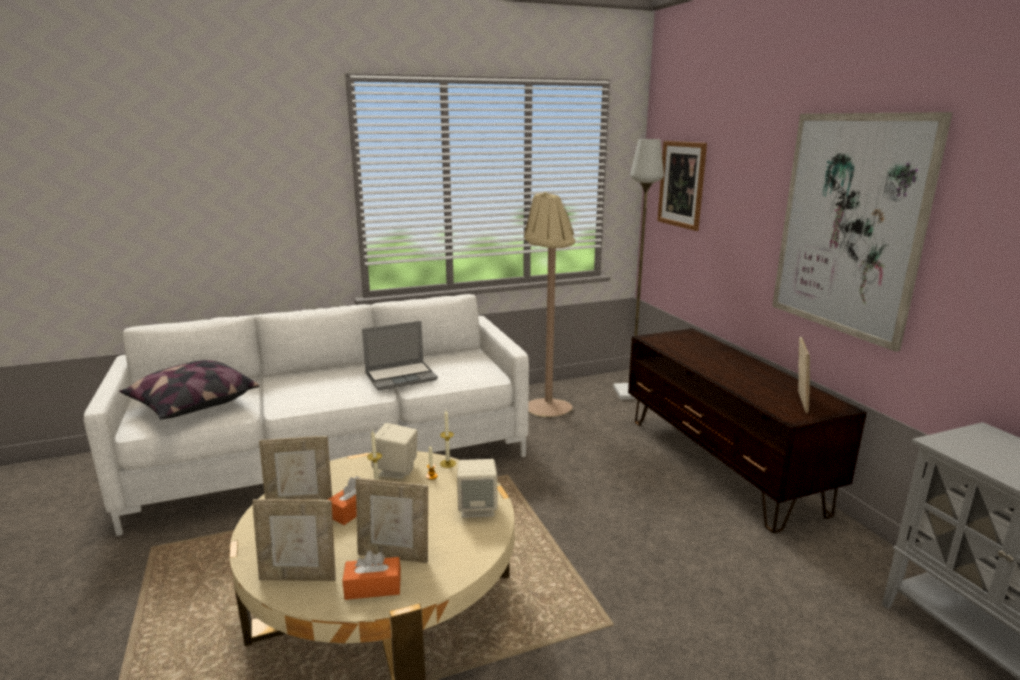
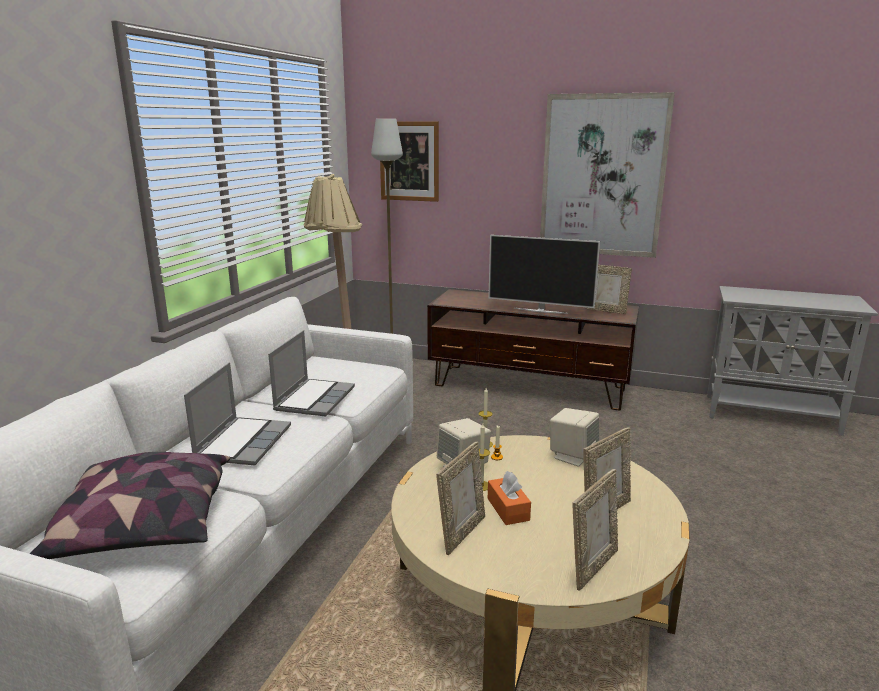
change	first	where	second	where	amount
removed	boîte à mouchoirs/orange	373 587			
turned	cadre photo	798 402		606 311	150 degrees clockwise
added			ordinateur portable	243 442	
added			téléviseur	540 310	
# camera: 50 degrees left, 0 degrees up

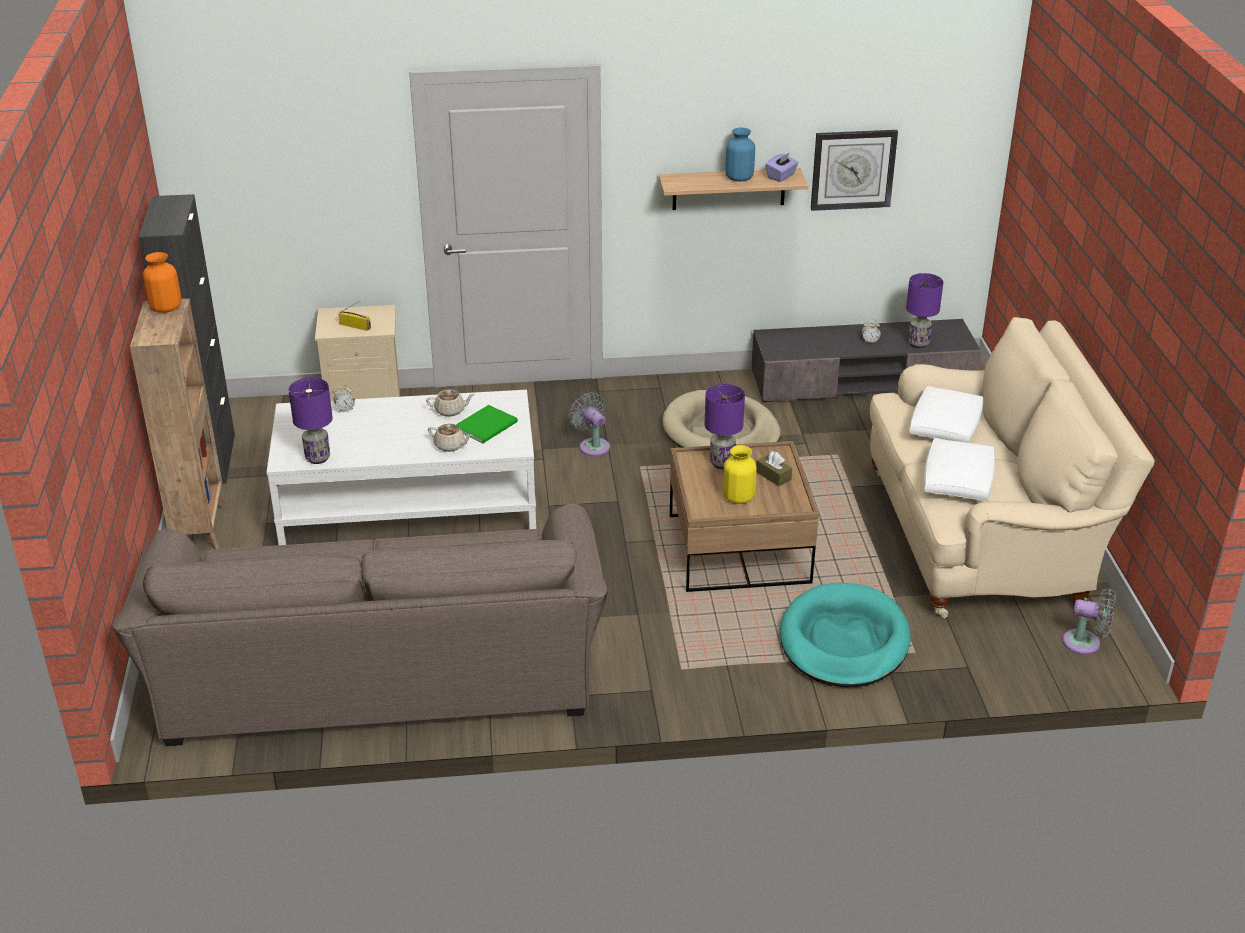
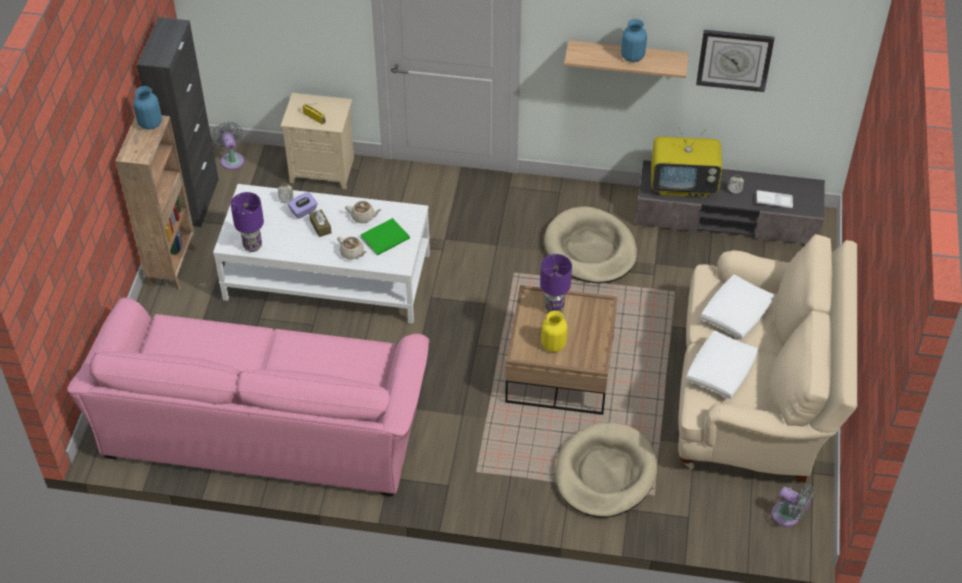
change	first	where	second	where	amount
recoloured	canapé/marron	379 667	canapé/rose	264 422	
recoloured	vase/orange	166 307	vase/bleu	150 123	
moved	ventilateur/gris	592 446		232 159	
moved	boîte à mouchoirs/marron	773 476		320 227	
moved	boîte à mouchoirs/violet	781 176		303 211	
recoloured	panier pour chien/turquoise	843 641	panier pour chien/beige	605 473	
replaced	lampe de table/violet	918 343	plateau/blanc	774 201	
added			téléviseur	683 184	
# camera: 15 degrees right, 15 degrees up

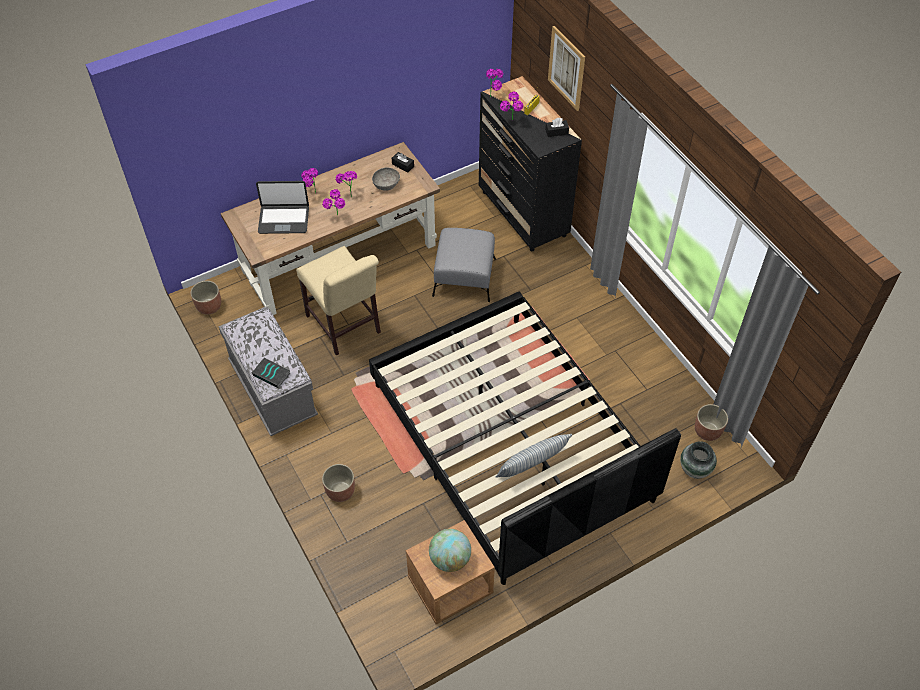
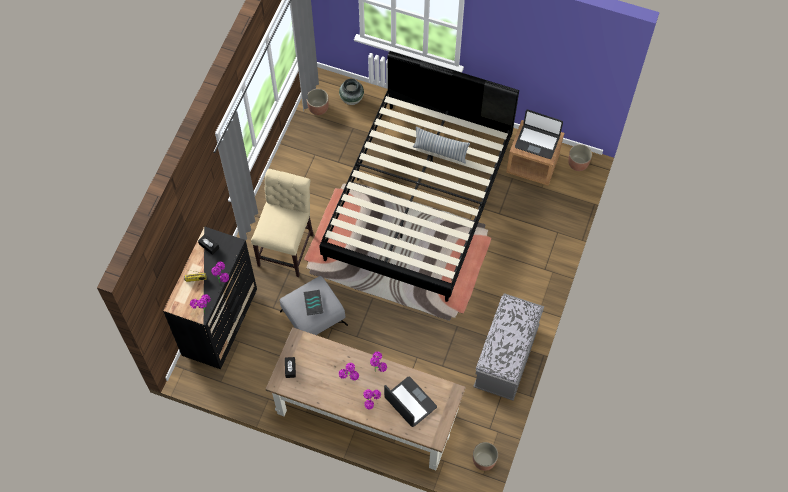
change	first	where	second	where	amount
moved	livre	272 374		312 303	
moved	chaise/beige	345 327		287 246	
moved	cache-pot	340 491		578 163	
removed	bol/gris	386 184			
replaced	globe	450 559	ordinateur portable	537 141	
removed	tableau	566 68			
# camera: 130 degrees left, 10 degrees up

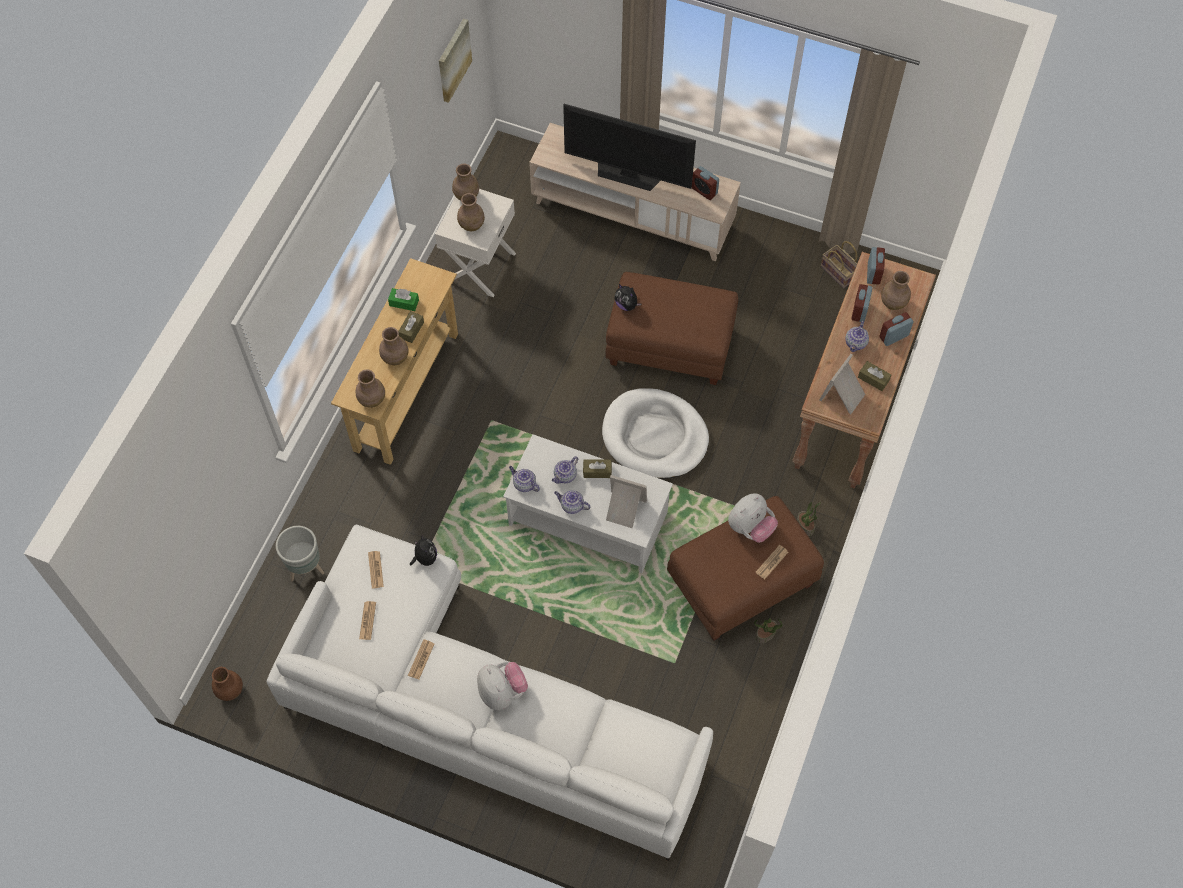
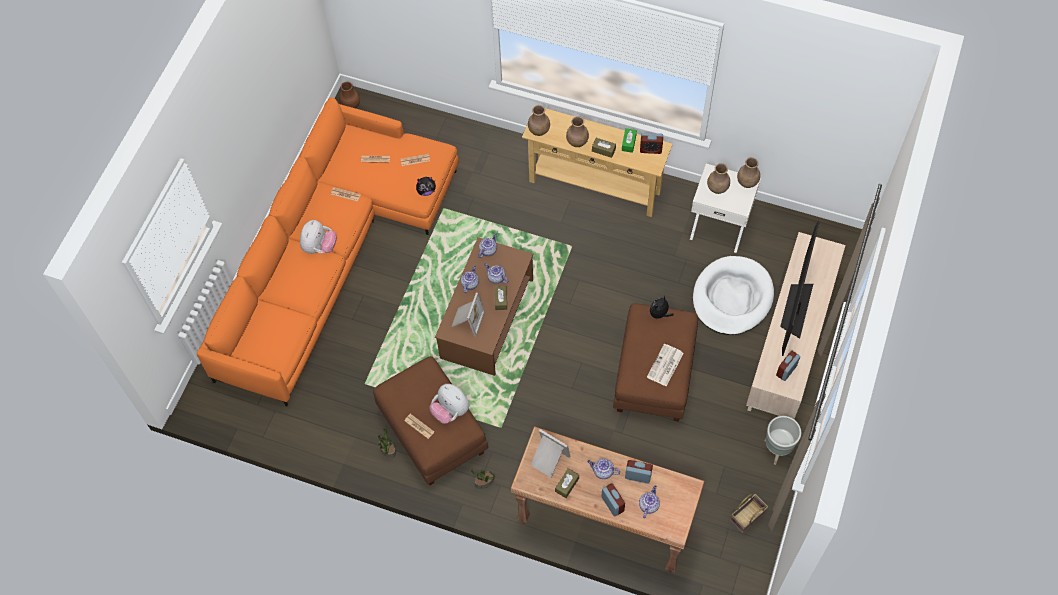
change	first	where	second	where	amount
recoloured	canapé/blanc	478 709	canapé/orange	332 254	
moved	cache-pot/gris	305 568		777 449	
removed	tableau	453 60			
turned	peluche	502 692		319 247	45 degrees counterclockwise
recoloured	table basse/blanc	587 518	table basse/marron	487 318	
moved	panier pour chien/blanc	654 436		732 297	
moved	réveil	873 273		650 149	
replaced	vase/marron	892 303	théière	648 505	
added			journal	665 366	
# camera: 90 degrees right, 0 degrees up

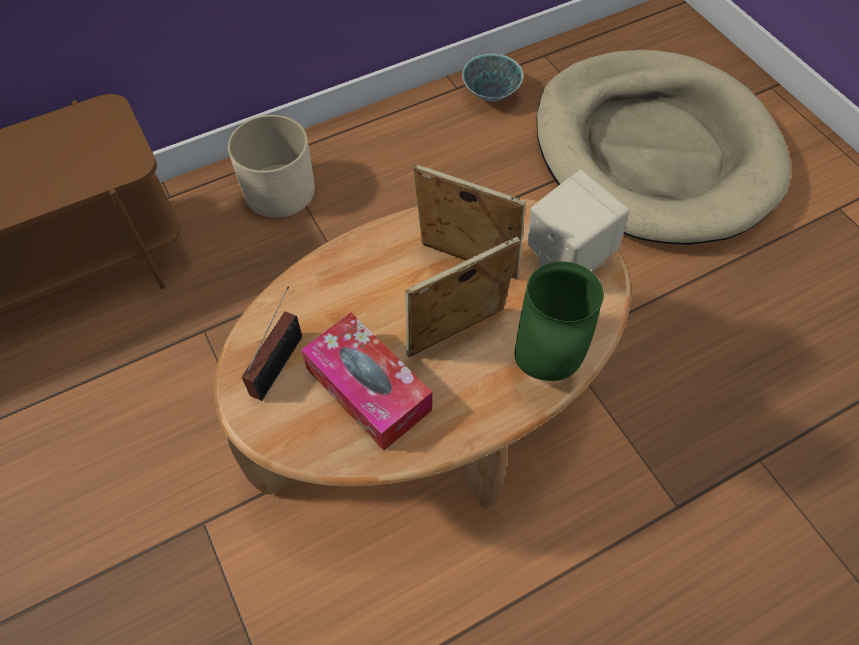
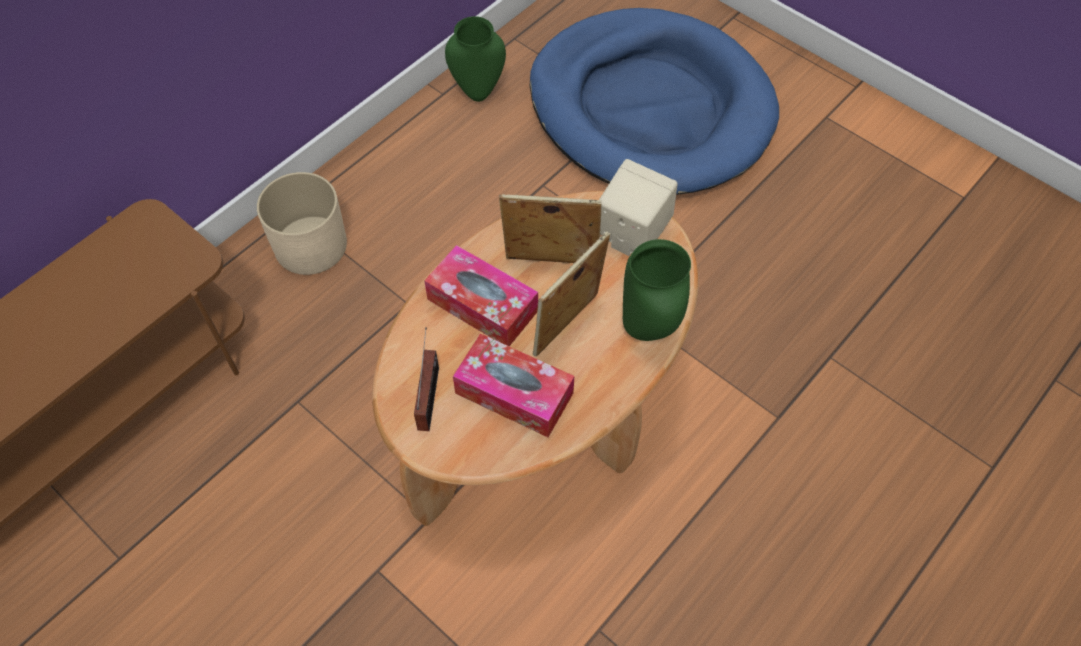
change	first	where	second	where	amount
replaced	bol	491 95	vase/vert	478 92	
recoloured	panier pour chien/beige	653 152	panier pour chien/bleu	650 108	
added			boîte à mouchoirs	482 305	
# camera: 20 degrees left, 0 degrees up

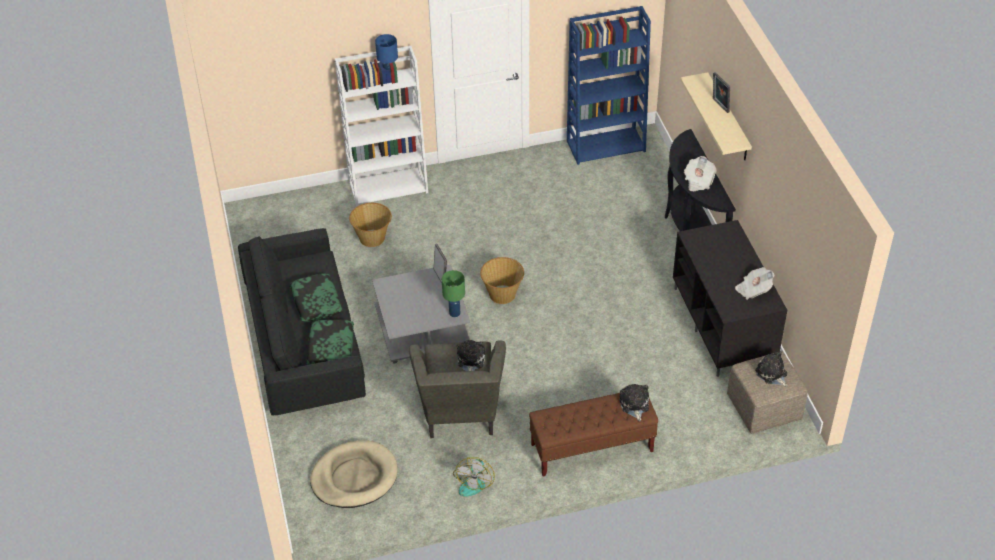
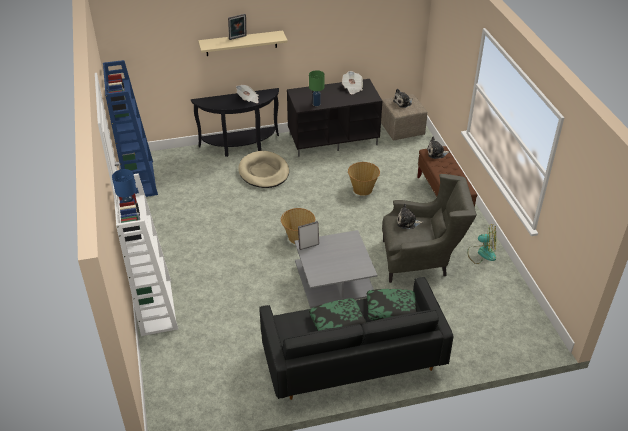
change	first	where	second	where	amount
moved	panier pour chien/beige	354 477		264 172	
moved	panier	372 238		362 189	
moved	lampe de table/vert	454 313		316 104	
# camera: 90 degrees left, 5 degrees down

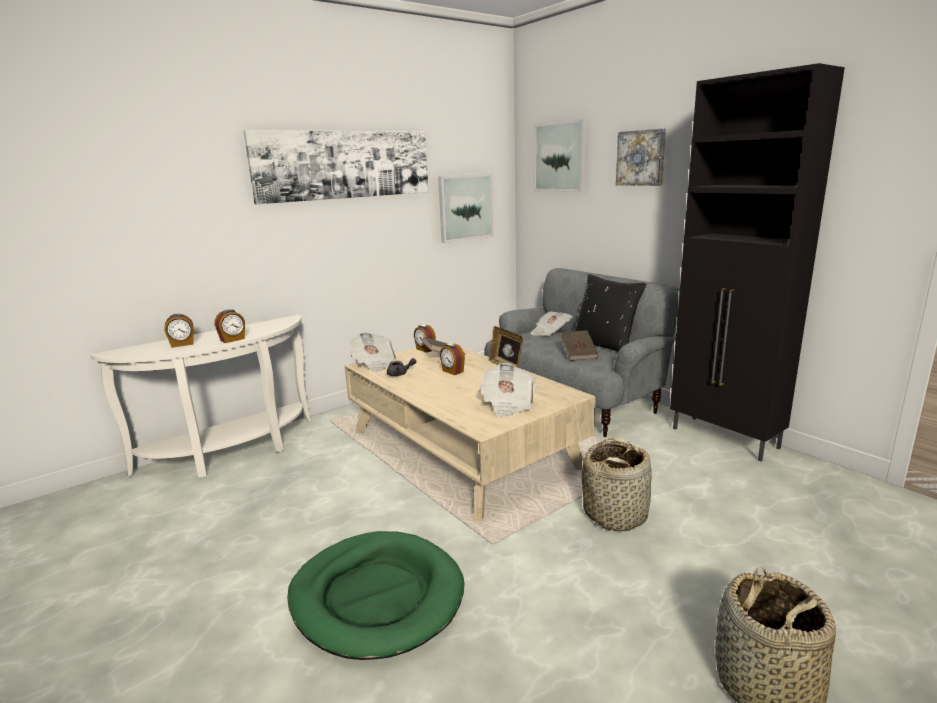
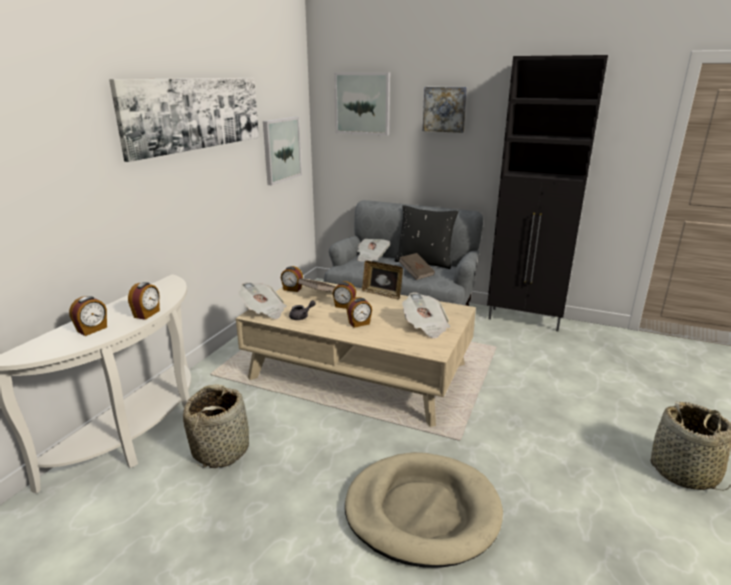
change	first	where	second	where	amount
recoloured	panier pour chien/vert	377 597	panier pour chien/beige	422 511	
moved	panier	615 514		221 450	
added			réveil	359 323	
# camera: 30 degrees left, 5 degrees up

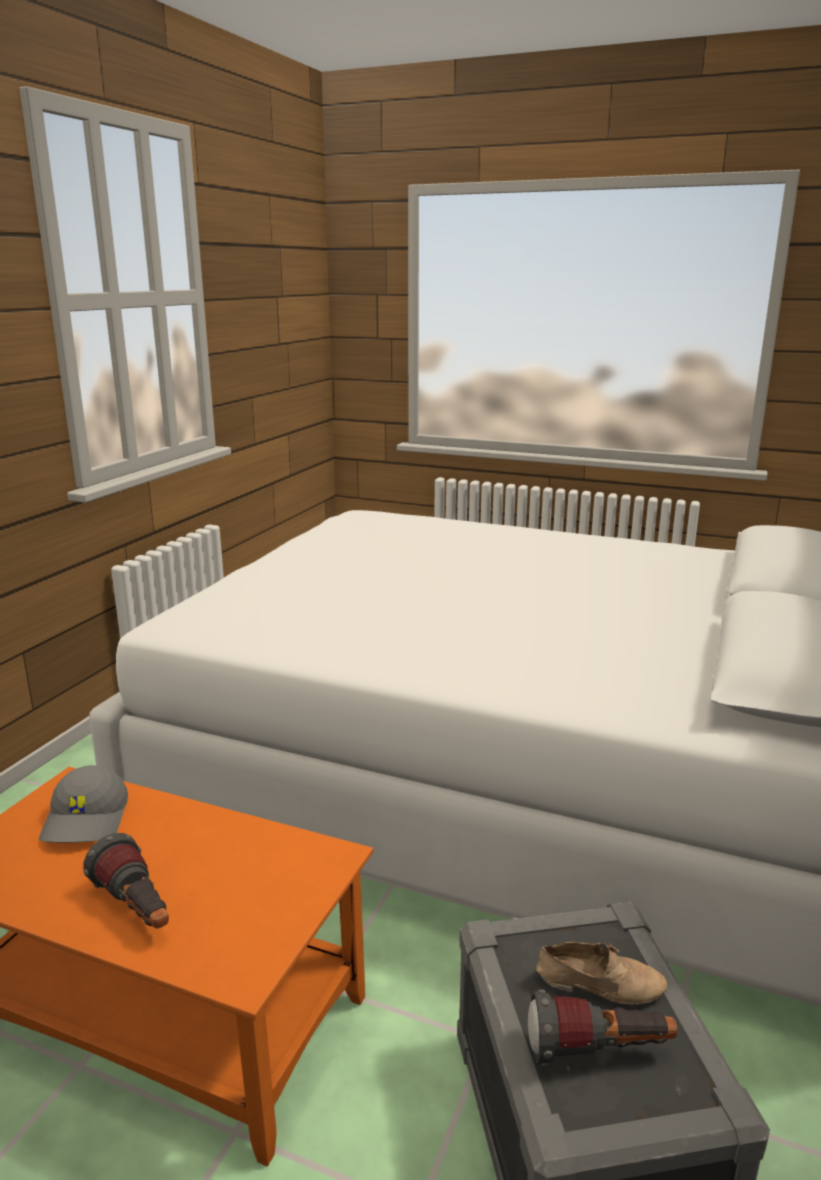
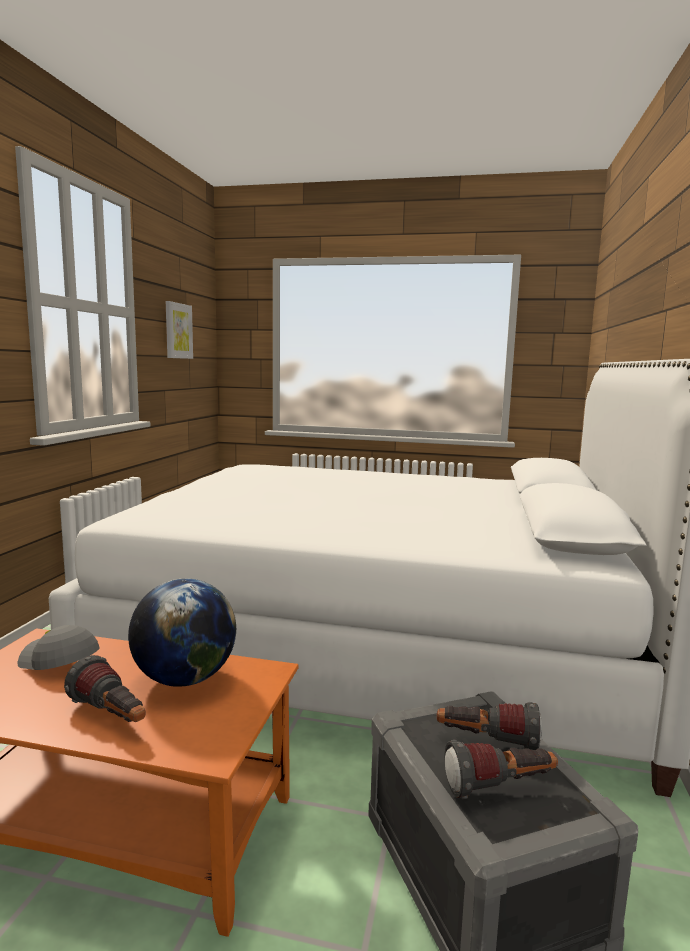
change	first	where	second	where	amount
turned	casquette/gris	87 820		58 661	135 degrees clockwise
replaced	chaussure/beige	600 982	lampe de poche	486 742	
added			globe	185 679	
added			tableau	178 331	
# camera: 10 degrees left, 10 degrees down

